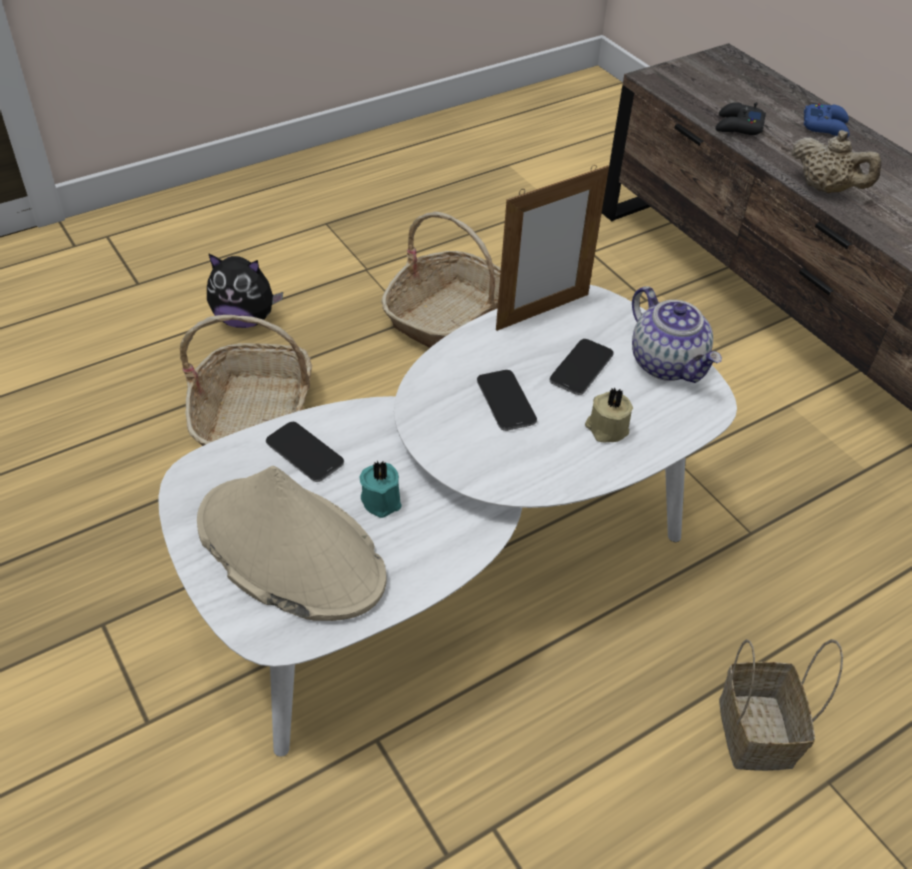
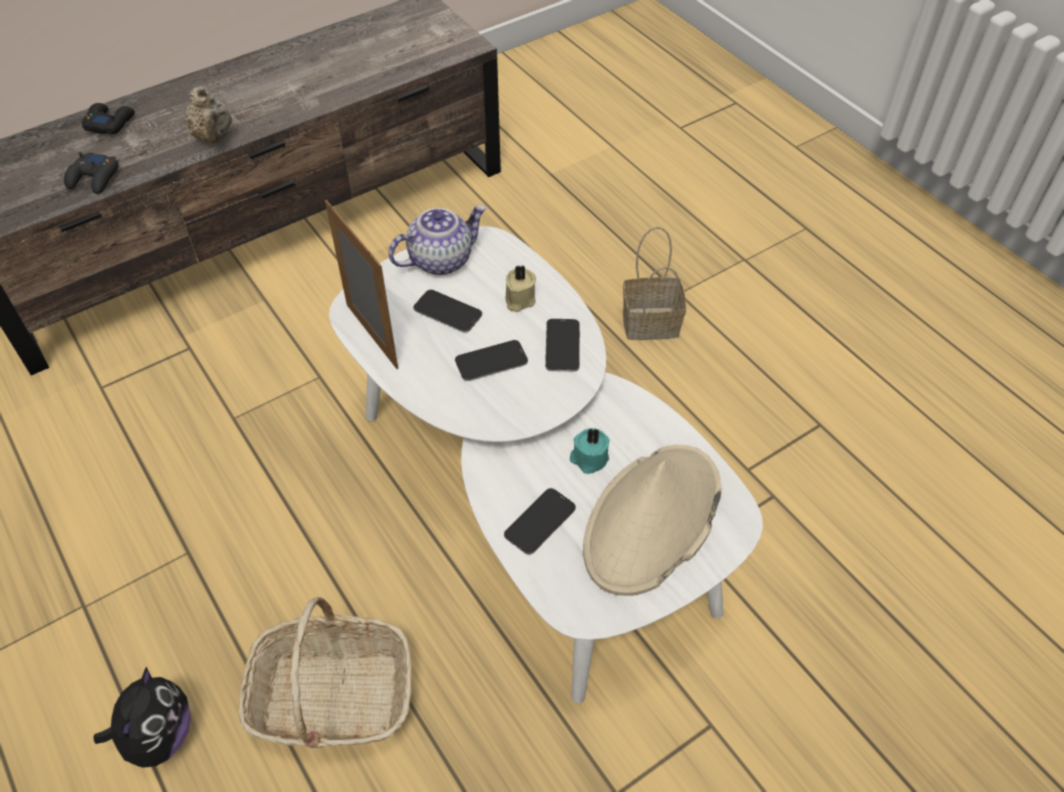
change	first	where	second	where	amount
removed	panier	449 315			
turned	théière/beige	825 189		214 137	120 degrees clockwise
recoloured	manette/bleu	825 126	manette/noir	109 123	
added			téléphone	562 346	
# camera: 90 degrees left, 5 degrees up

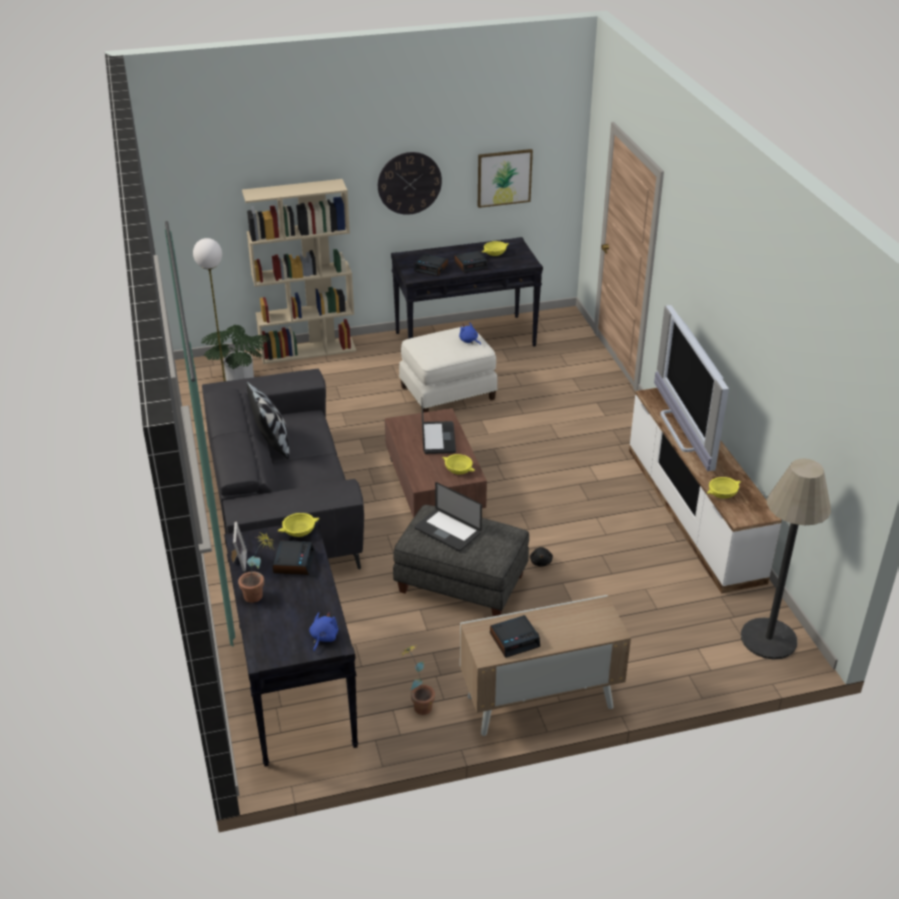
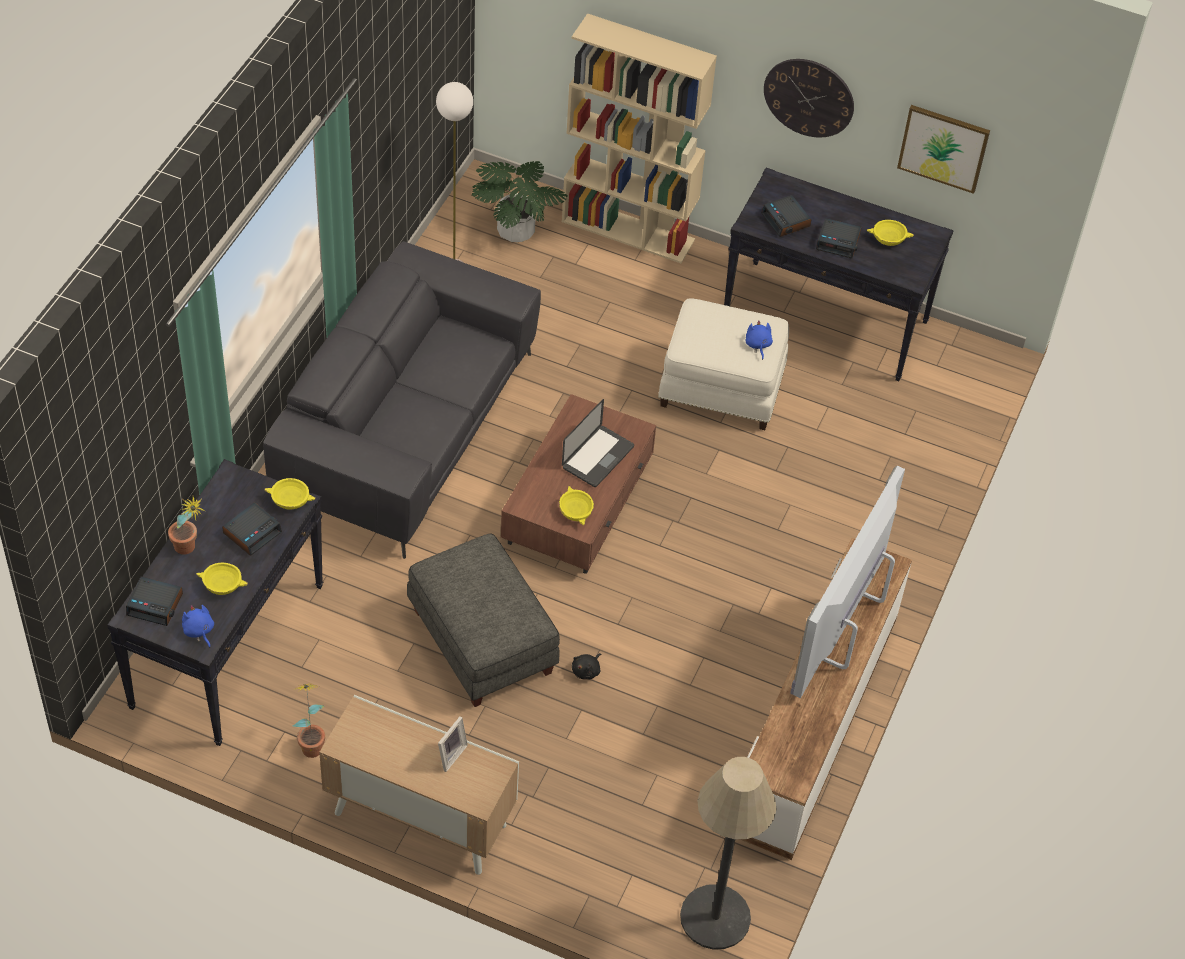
change	first	where	second	where	amount
moved	cadre photo	238 561		449 754	
removed	coussin	272 443			
turned	peluche/bleu	323 638		199 631	90 degrees counterclockwise
removed	ordinateur portable	447 531			
moved	réveil	514 640		155 604	
moved	bol/jaune	722 494		222 585	
# camera: 35 degrees right, 15 degrees up

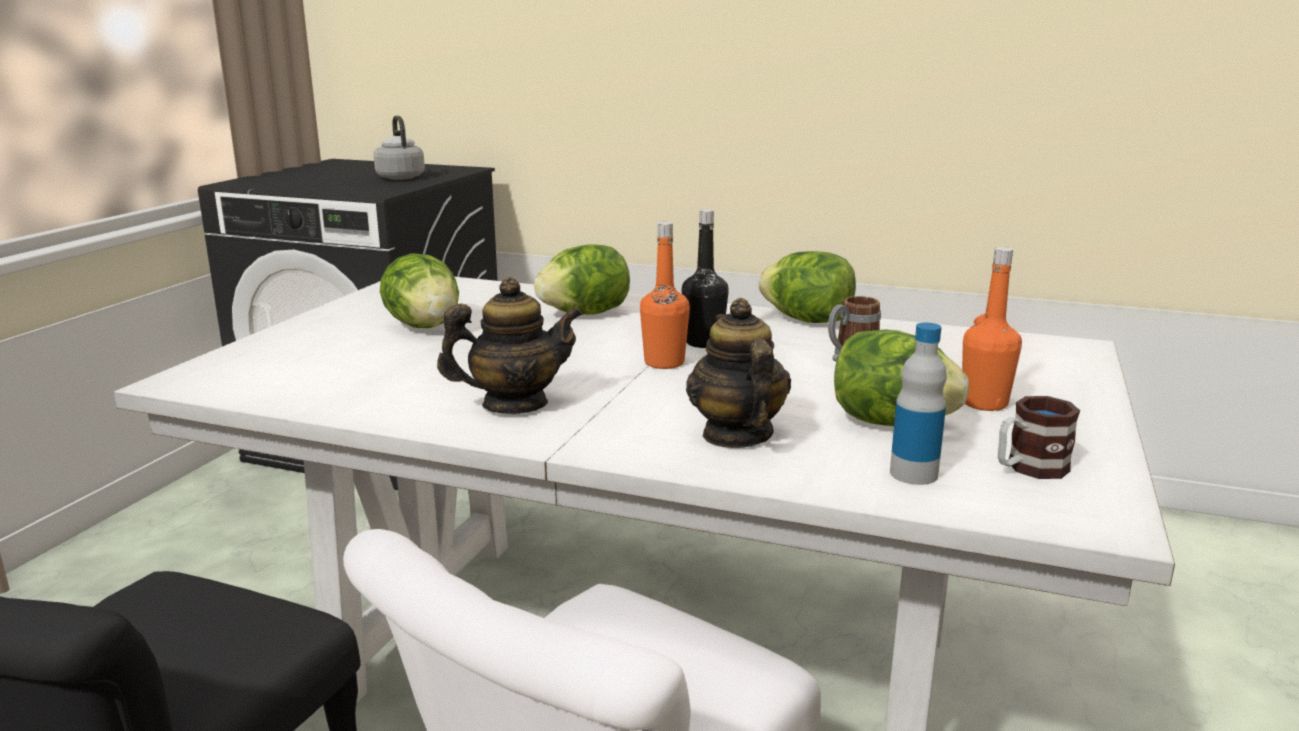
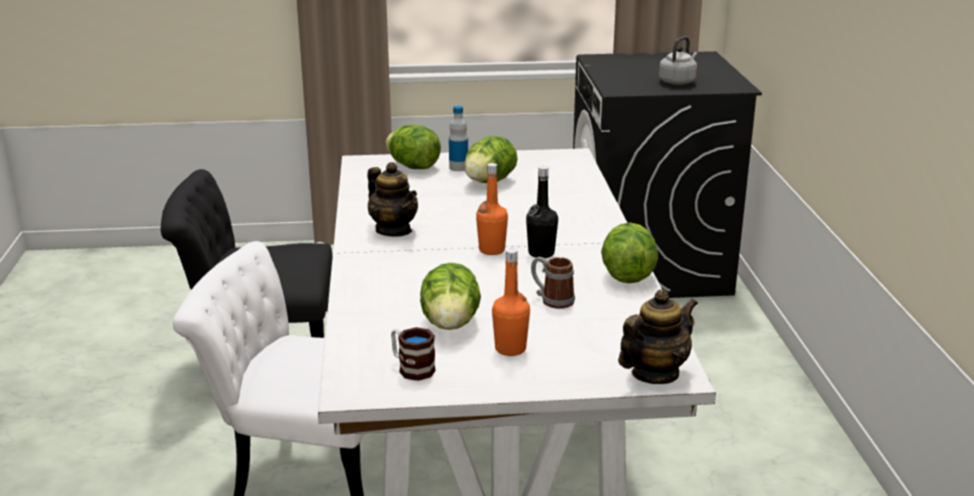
change	first	where	second	where	amount
moved	laitue	585 314		413 167	
moved	théière	736 435		654 374	
moved	bouteille	913 474		458 167	
# camera: 65 degrees right, 5 degrees up

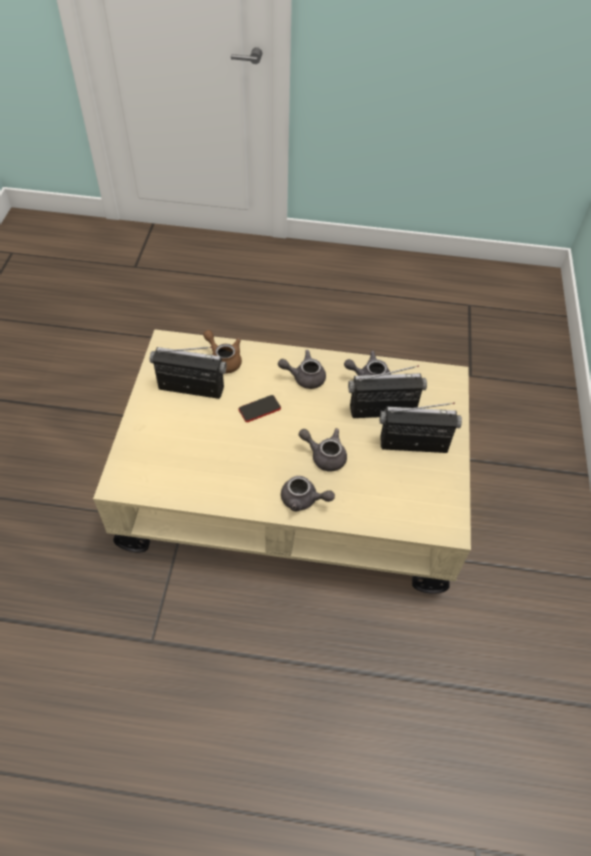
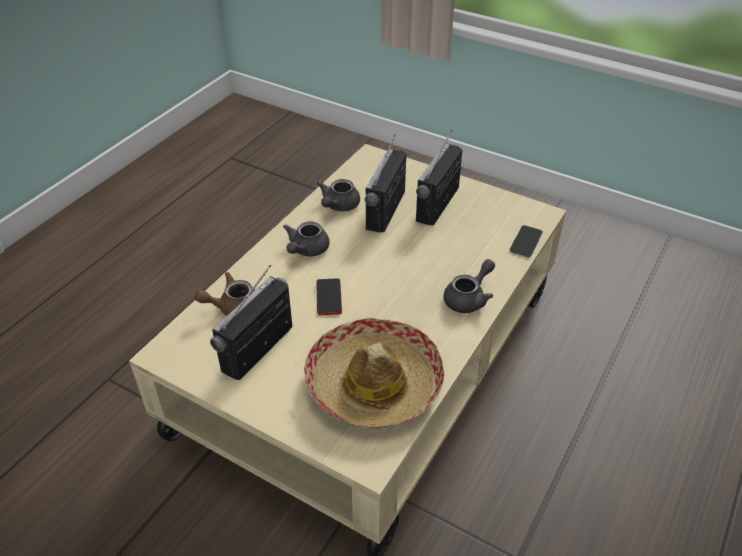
change	first	where	second	where	amount
removed	théière/gris	324 455			
added			chapeau	373 384	
added			téléphone	526 241	
# camera: 65 degrees left, 10 degrees down

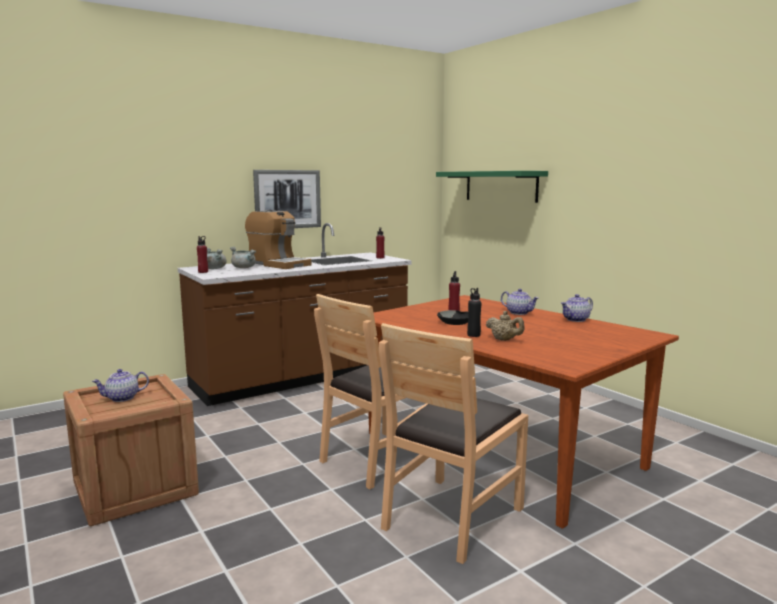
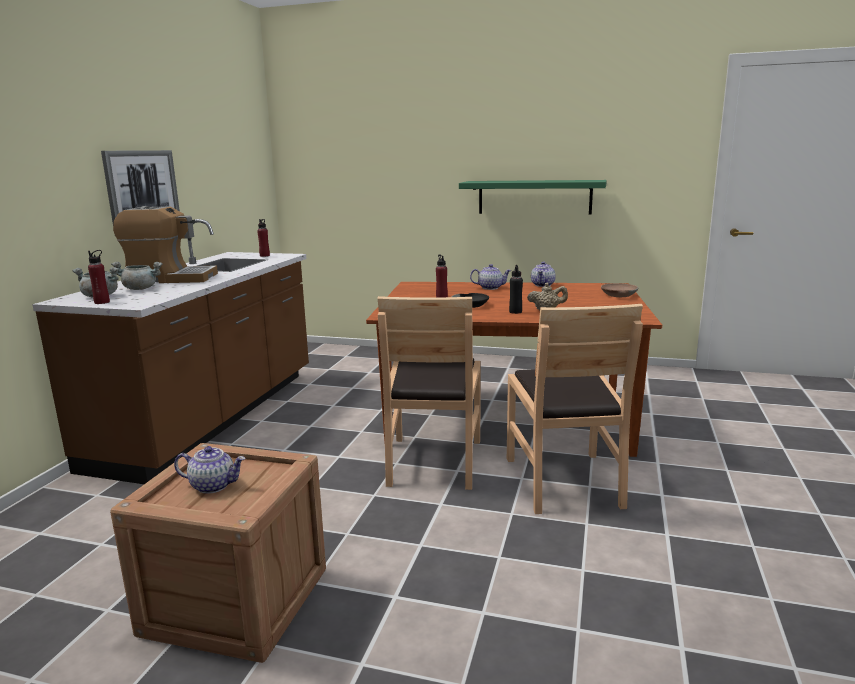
change	first	where	second	where	amount
turned	théière	122 398		213 485	105 degrees counterclockwise
moved	étagère/vert	500 186		534 197	
added			bol/marron	618 295	
# camera: 40 degrees left, 5 degrees up

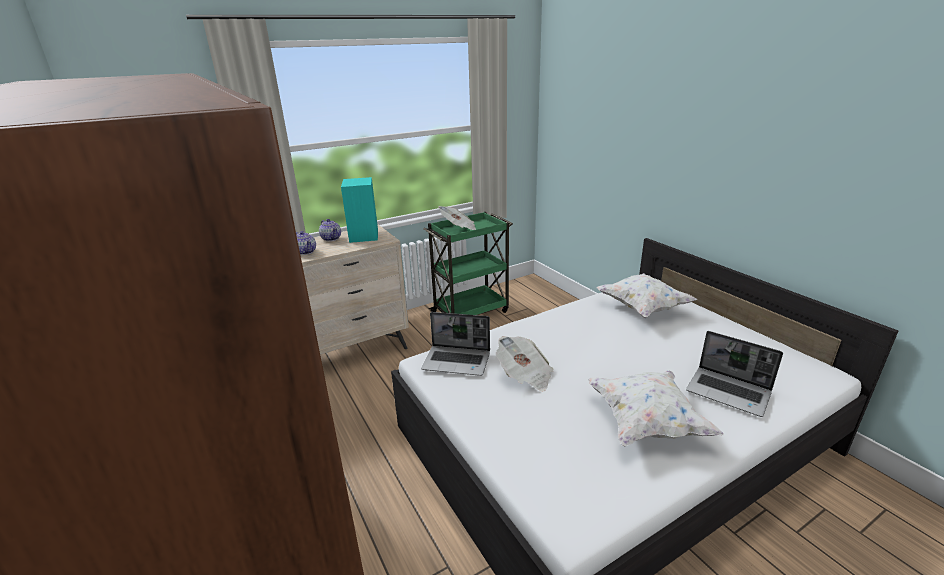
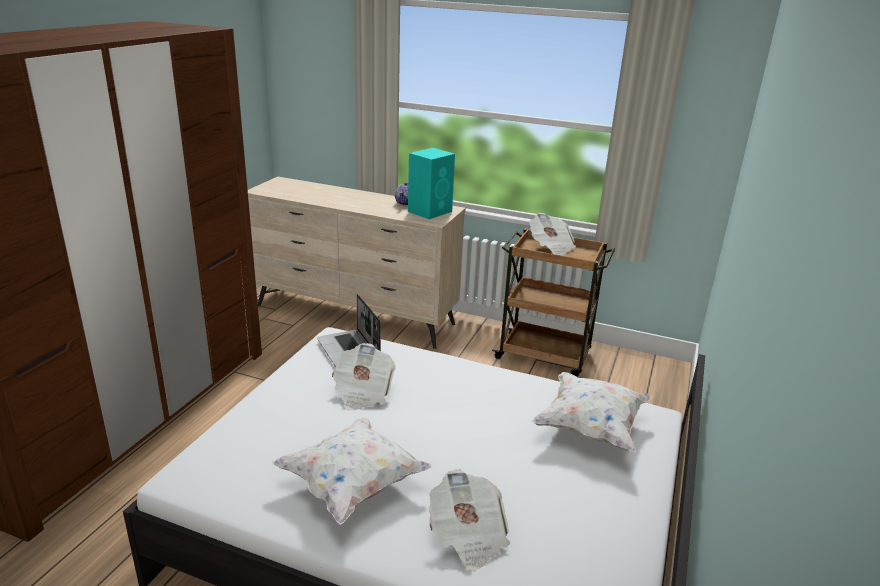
change	first	where	second	where	amount
removed	théière	305 252			
recoloured	chariot/vert	471 311	chariot/marron	545 355	
replaced	ordinateur portable	729 392	journal	468 536	
# camera: 50 degrees right, 0 degrees up

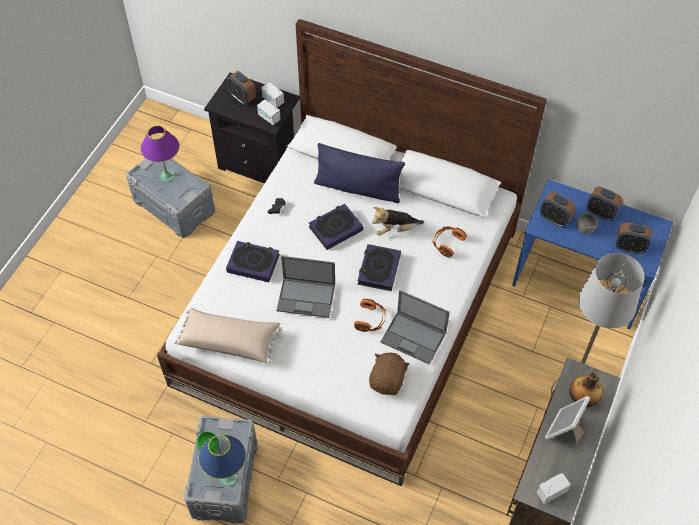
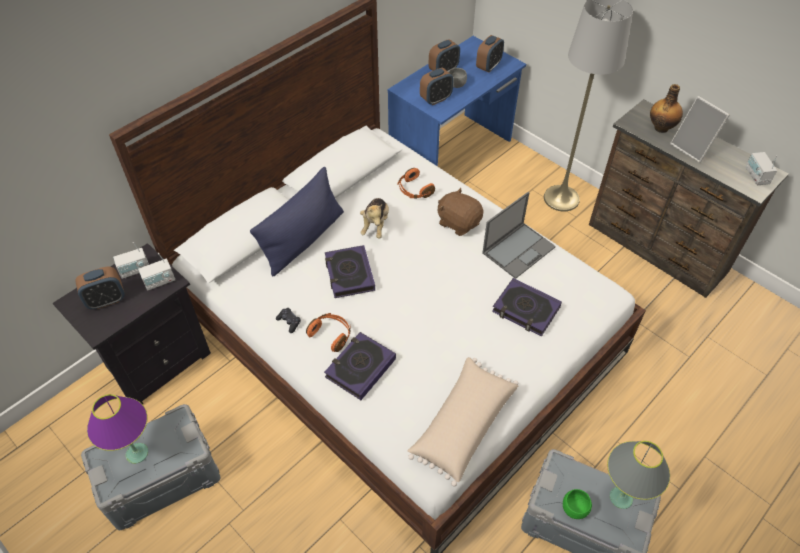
change	first	where	second	where	amount
recoloured	lampe de table/bleu	227 477	lampe de table/gris	620 497	
removed	ordinateur portable	307 297			
moved	casque audio/orange	370 319		331 335	
moved	livre	378 269		525 310	
moved	peluche/marron	388 380		458 222	
# camera: 70 degrees left, 5 degrees down

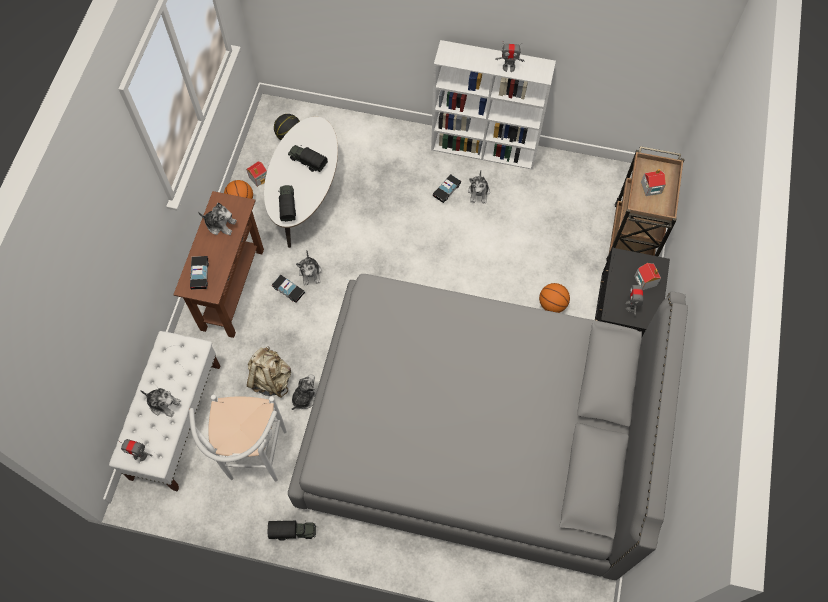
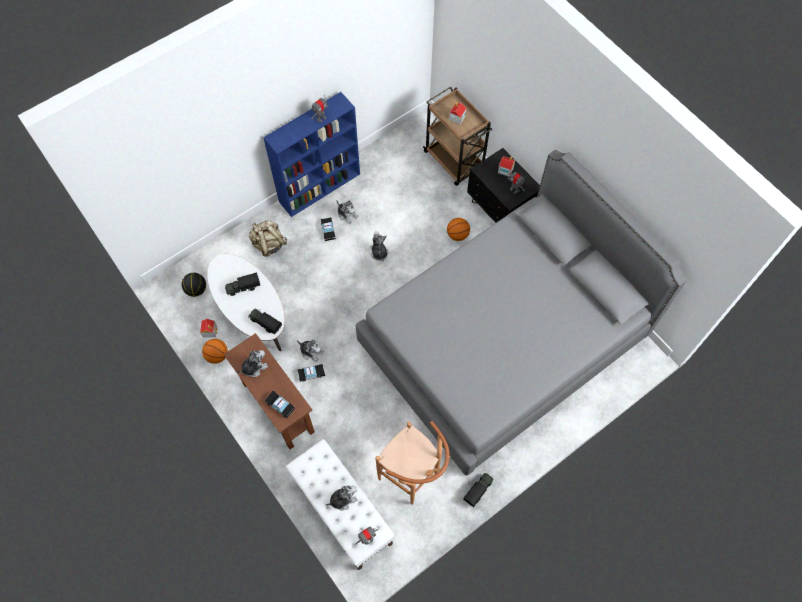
change	first	where	second	where	amount
recoloured	tabouret/blanc	255 461	tabouret/marron	413 480	
moved	sac à dos/beige	271 379		268 244	
moved	peluche	304 397		378 252	
recoloured	bibliothèque/blanc	485 148	bibliothèque/bleu	320 187	
# camera: 50 degrees left, 0 degrees up

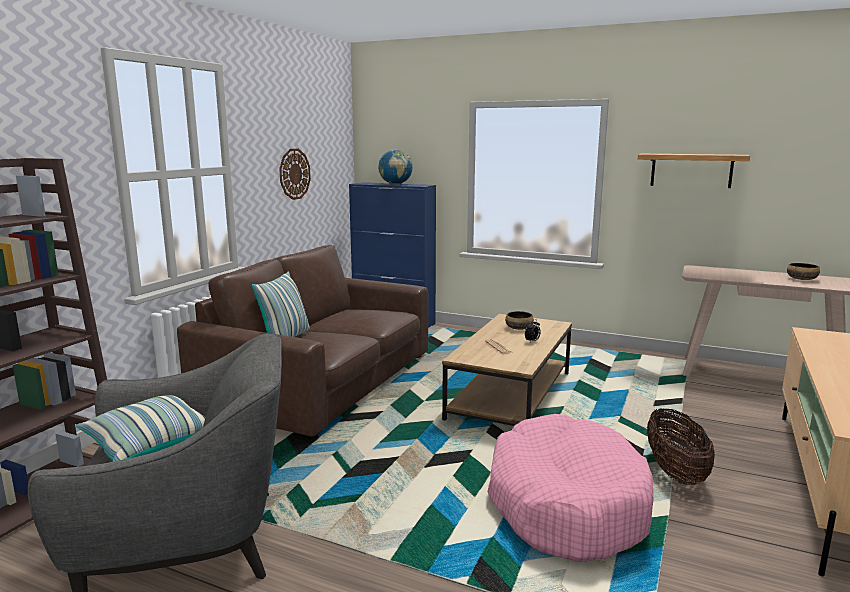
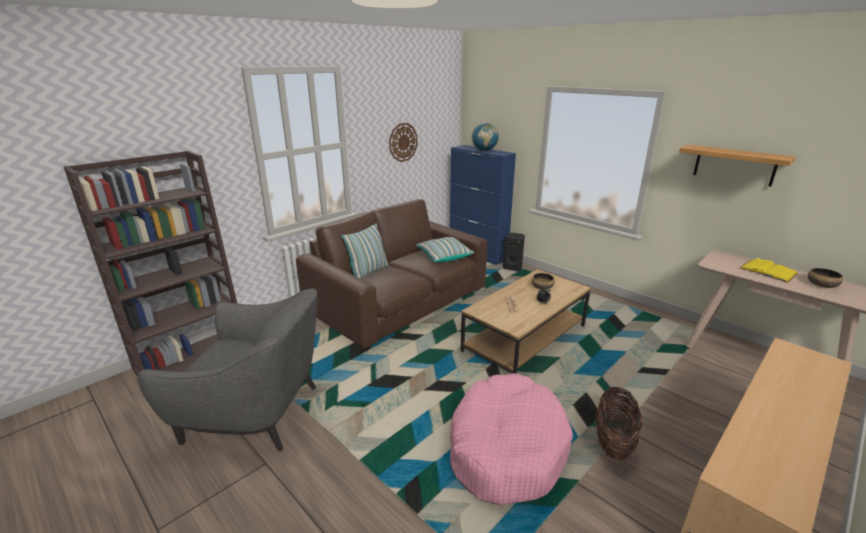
change	first	where	second	where	amount
moved	coussin	149 445		444 256	
added			enceinte/noir	513 267	
added			livre/jaune	768 271	
# camera: 20 degrees right, 10 degrees up

